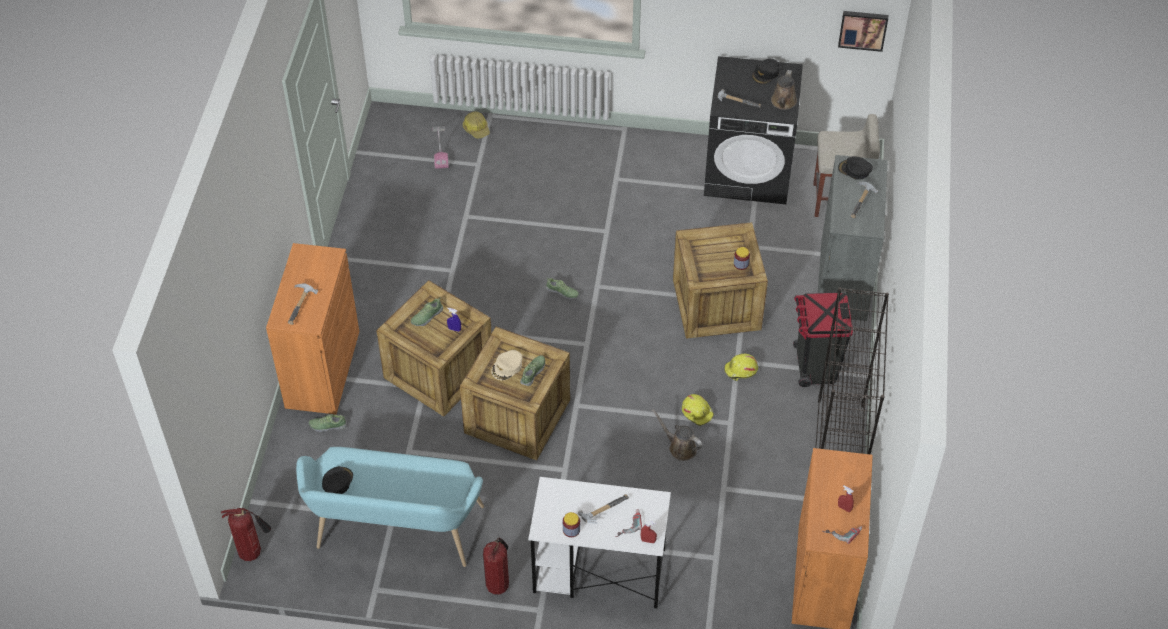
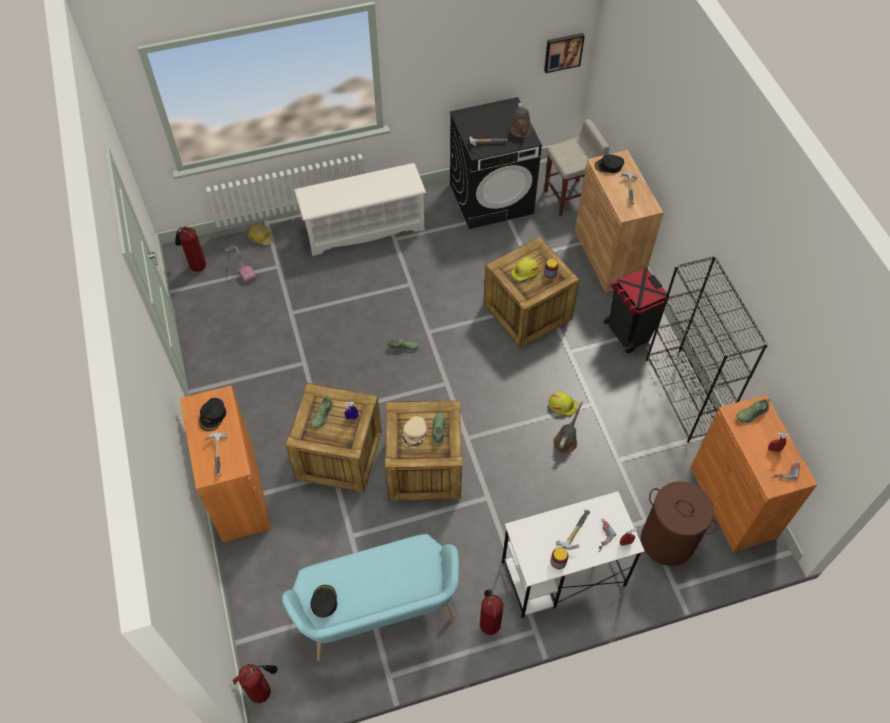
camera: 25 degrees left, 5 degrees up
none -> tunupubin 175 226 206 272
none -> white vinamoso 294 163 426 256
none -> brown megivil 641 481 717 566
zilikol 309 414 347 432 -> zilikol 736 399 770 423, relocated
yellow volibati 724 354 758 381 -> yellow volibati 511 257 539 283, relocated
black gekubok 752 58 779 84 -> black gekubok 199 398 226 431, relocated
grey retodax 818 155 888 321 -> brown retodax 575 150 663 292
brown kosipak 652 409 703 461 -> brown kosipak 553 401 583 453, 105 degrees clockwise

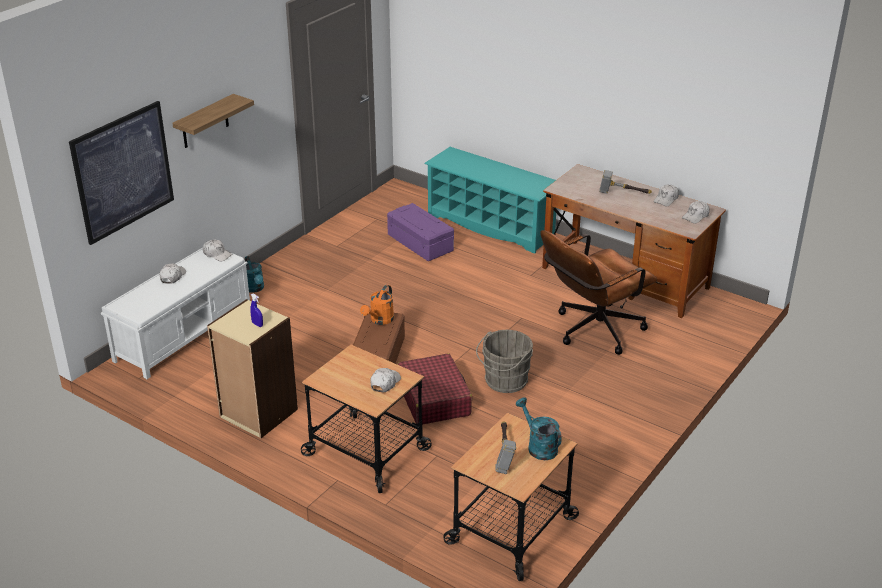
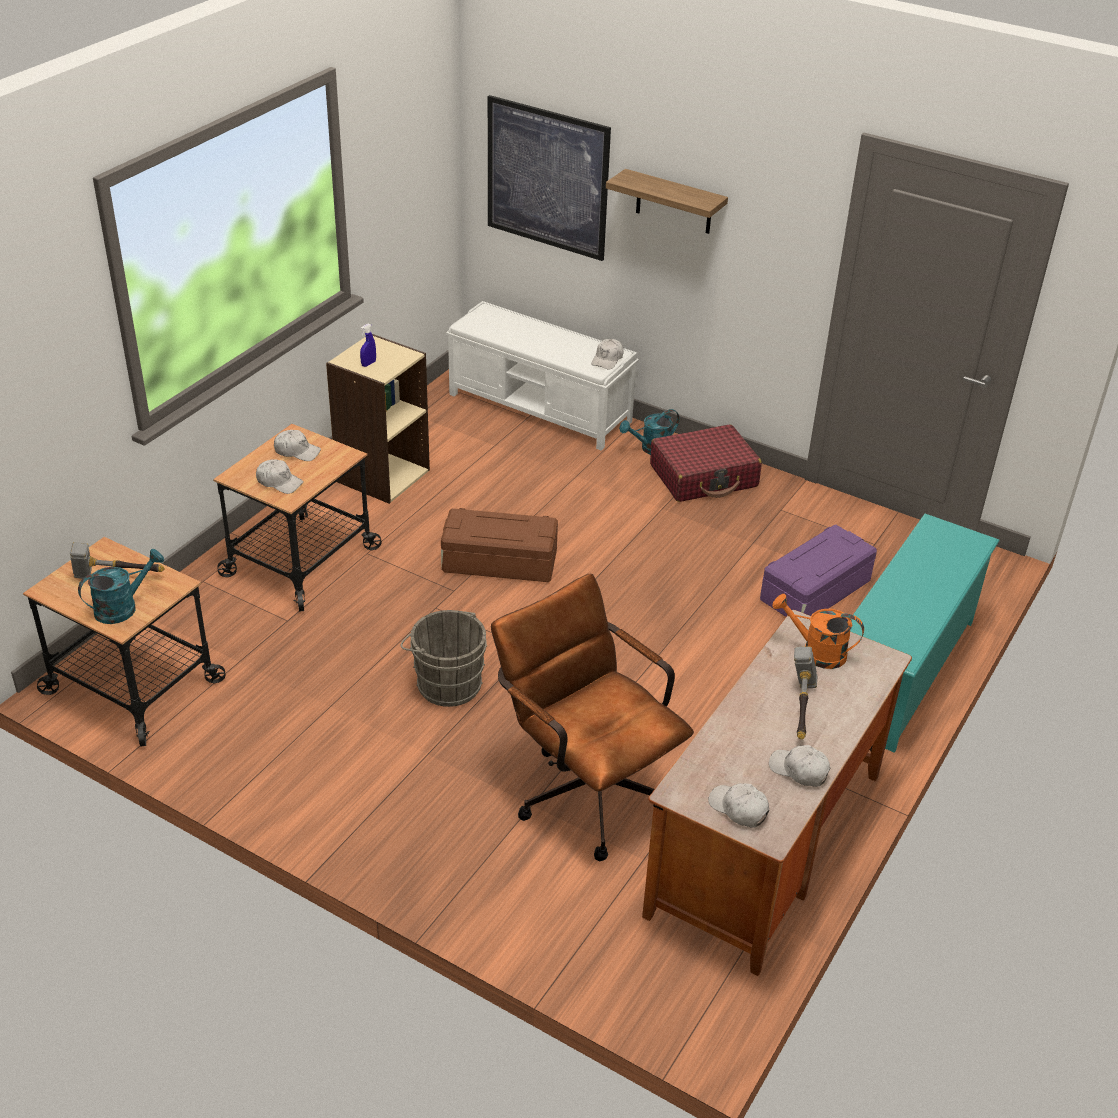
camera: 85 degrees right, 5 degrees up
white gekubok 160 263 186 284 -> white gekubok 274 430 321 461, relocated
orange kosipak 360 285 394 325 -> orange kosipak 772 594 864 669, relocated
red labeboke 397 353 472 425 -> red labeboke 650 424 762 502, relocated

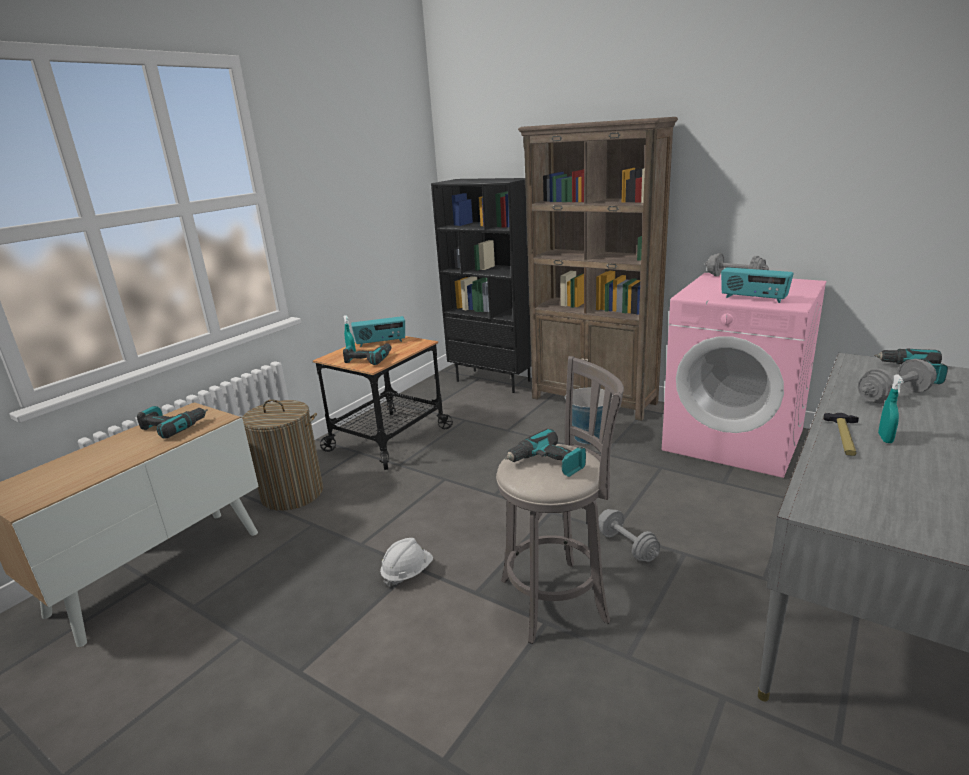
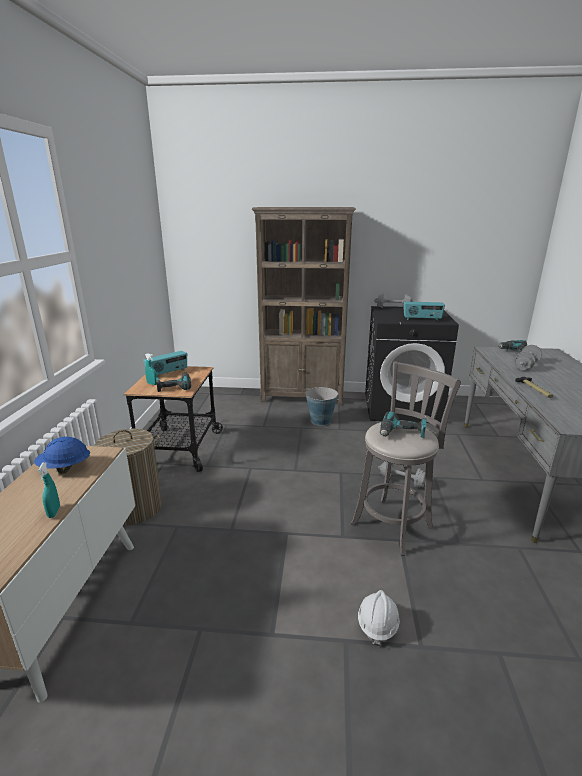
camera: 30 degrees left, 0 degrees up
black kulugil 431 178 532 393 -> none
white volibati 380 538 433 587 -> white volibati 358 590 400 646, relocated
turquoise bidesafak 878 374 904 443 -> turquoise bidesafak 38 462 60 518, relocated
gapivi 137 406 208 438 -> blue volibati 34 437 90 474
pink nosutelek 662 273 826 478 -> black nosutelek 365 306 459 423

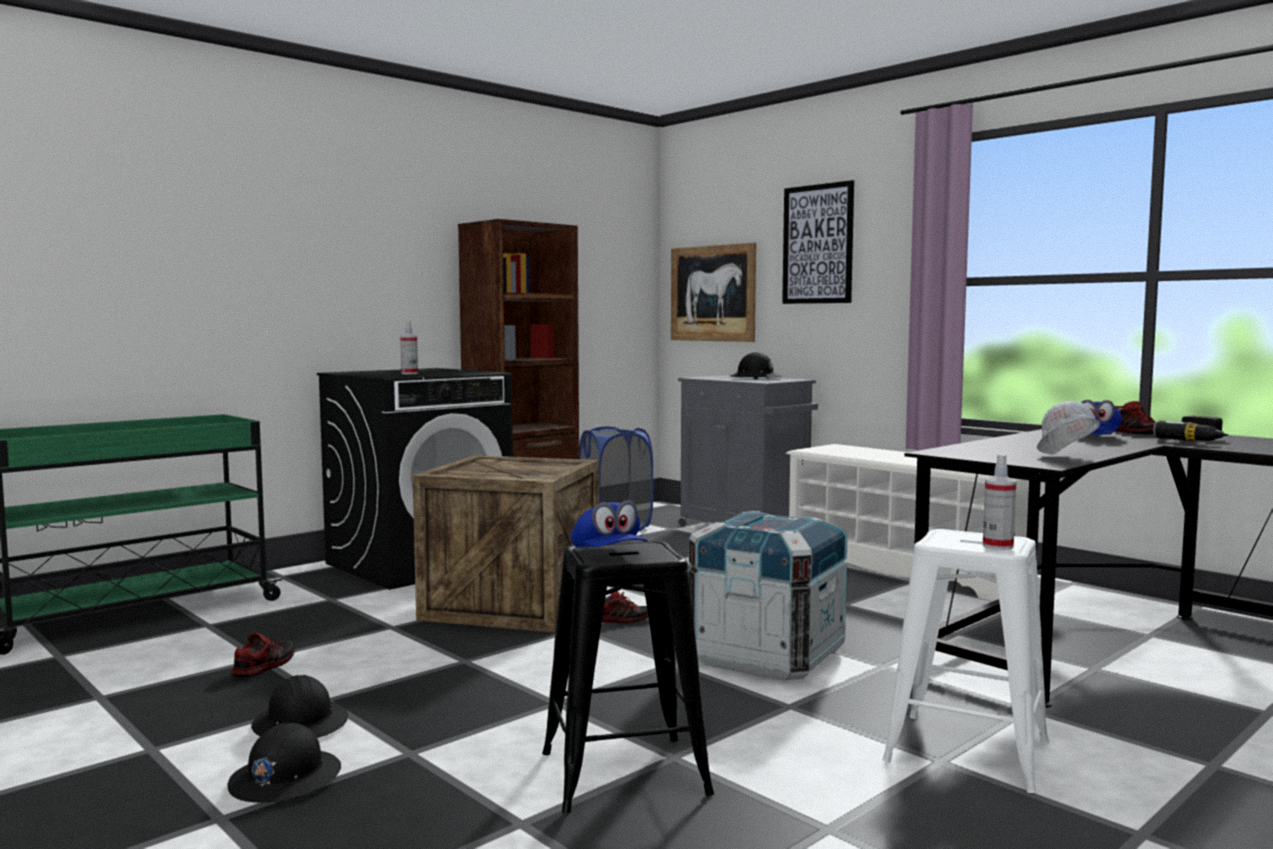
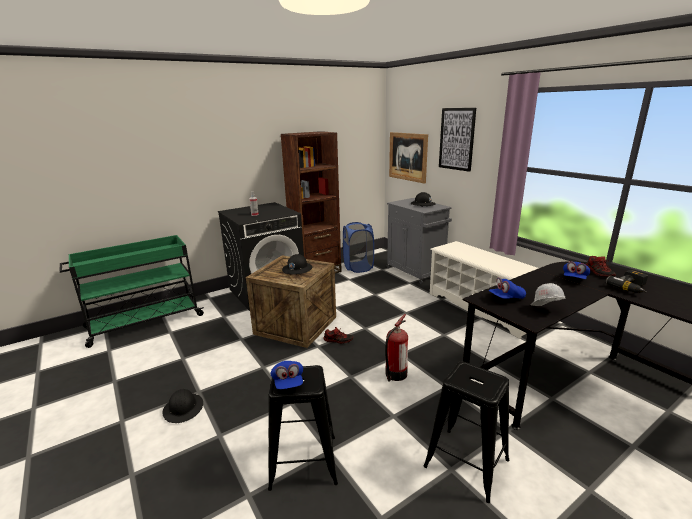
camera: 10 degrees right, 15 degrees up
zilikol 231 633 295 677 -> none
bidesafak 983 455 1016 550 -> none
none -> blue gekubok 489 277 526 299
black volibati 228 723 341 803 -> black volibati 282 254 312 275, relocated
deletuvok 689 511 848 680 -> tunupubin 385 314 408 381
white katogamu 882 529 1049 793 -> black katogamu 424 361 510 503

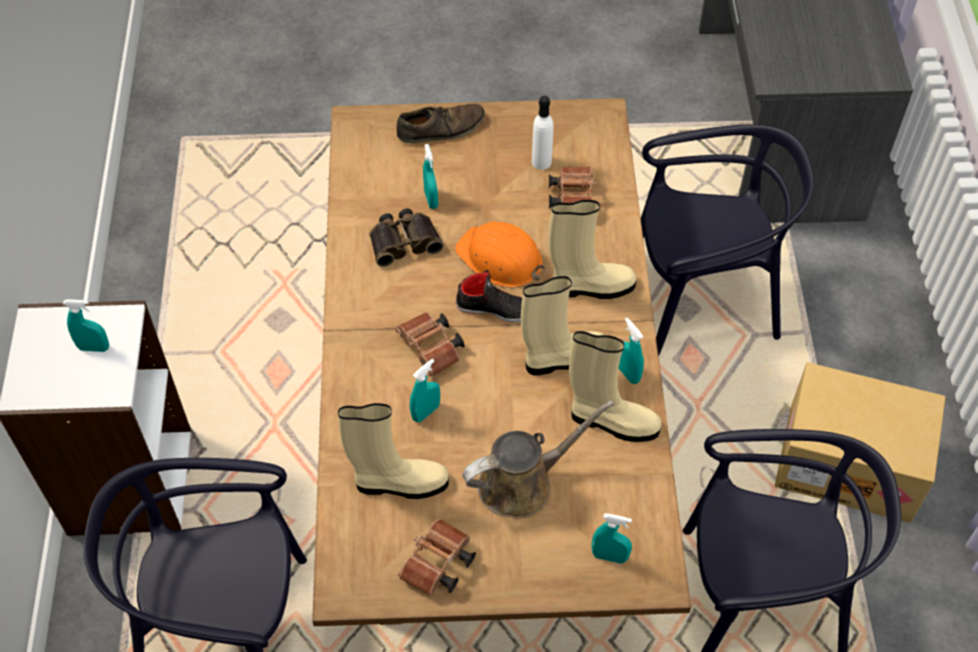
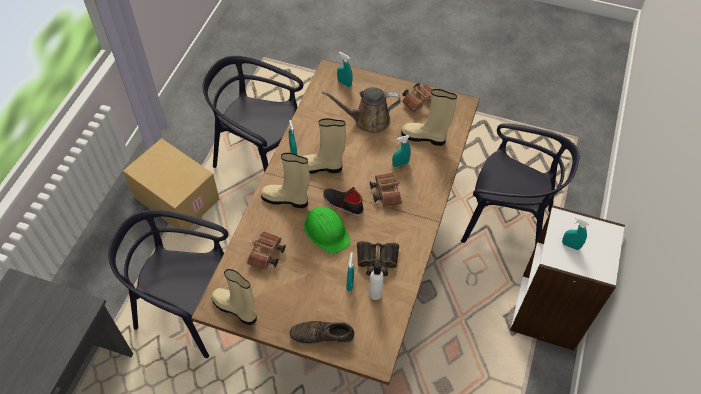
camera: 160 degrees left, 0 degrees up
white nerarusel 532 96 554 170 -> white nerarusel 369 262 384 300, relocated
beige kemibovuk 569 331 661 442 -> beige kemibovuk 211 269 257 325, relocated
orange volibati 455 222 545 288 -> green volibati 304 207 351 254

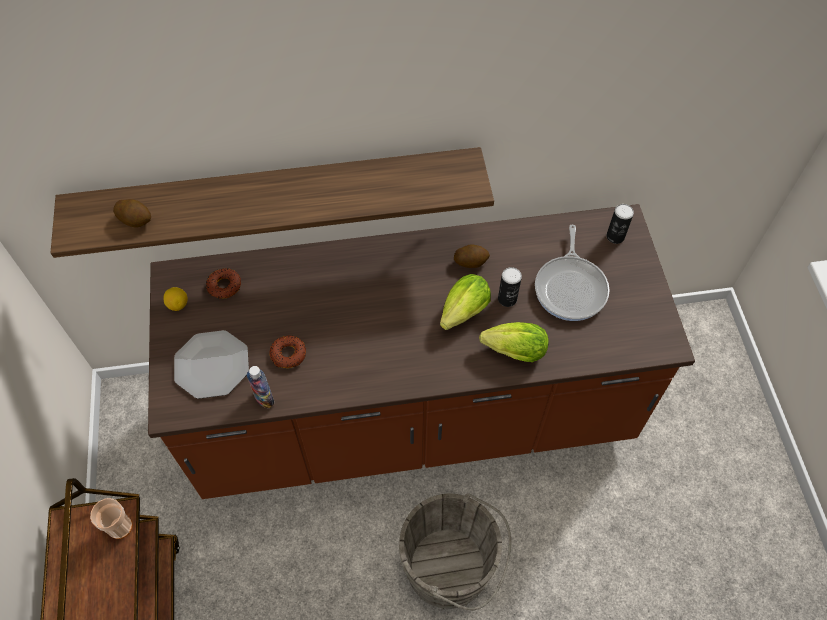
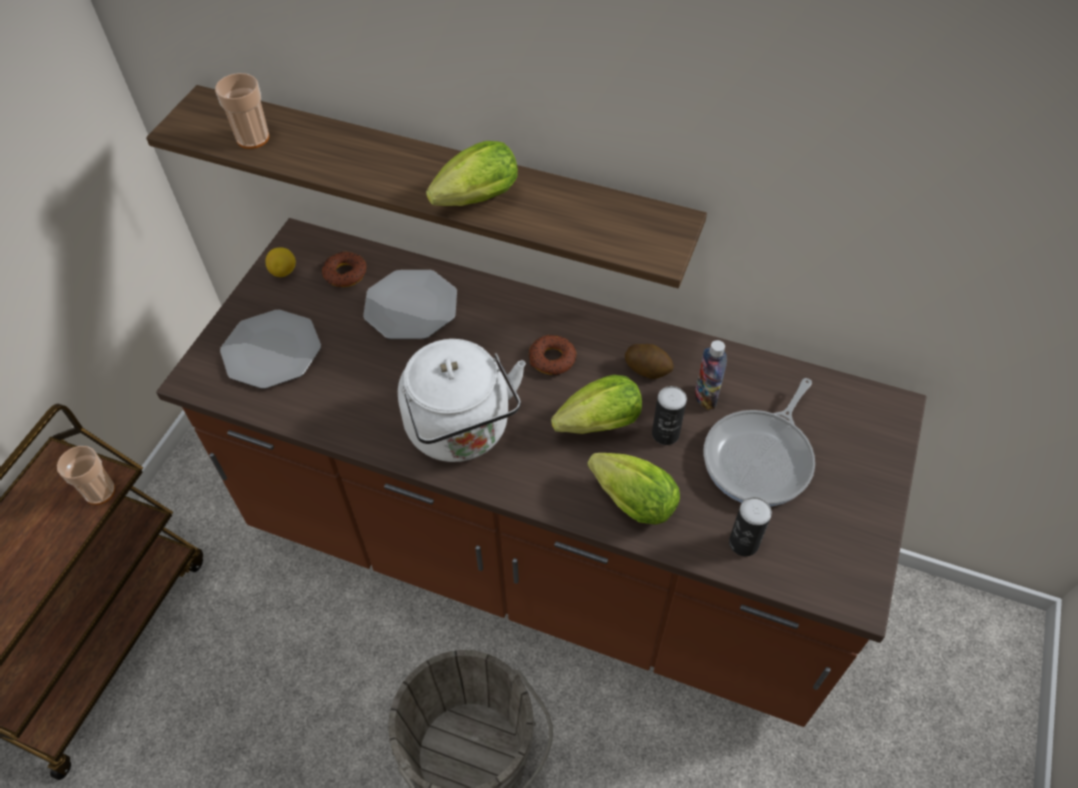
camera: 30 degrees right, 5 degrees down
none -> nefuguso 363 270 457 339
none -> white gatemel 398 339 526 462
none -> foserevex 426 141 518 206
nerarusel 247 366 274 408 -> nerarusel 695 340 727 410, relocated
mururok 269 336 306 368 -> mururok 529 335 577 375, relocated
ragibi 607 204 634 244 -> ragibi 729 497 772 556, relocated
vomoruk 113 199 151 228 -> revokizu 215 73 269 149

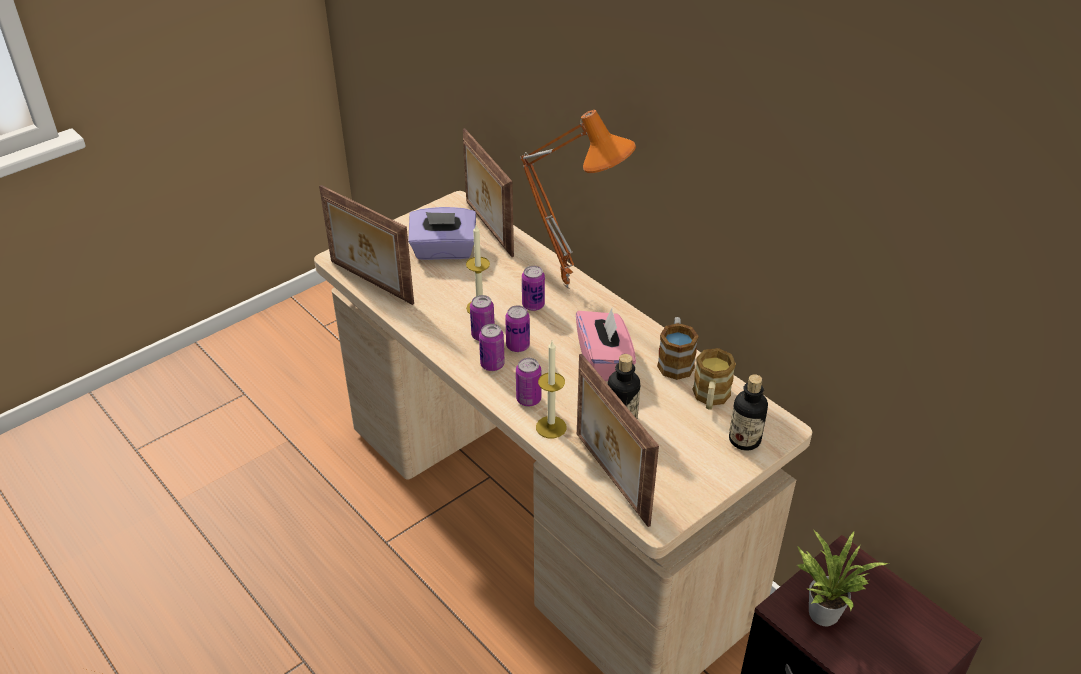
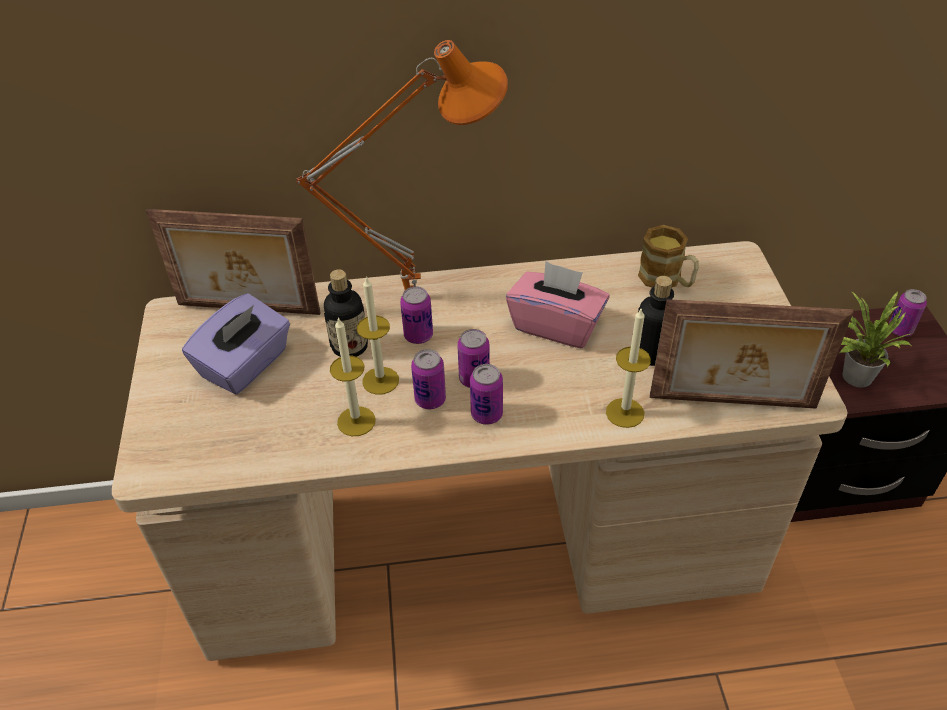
camera: 55 degrees left, 5 degrees up
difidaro 319 185 414 305 -> none
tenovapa 657 317 699 380 -> none
none -> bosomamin 330 317 376 436
ragibi 516 358 541 407 -> ragibi 889 289 927 337, relocated
nerarusel 729 374 768 450 -> nerarusel 324 269 368 357, relocated

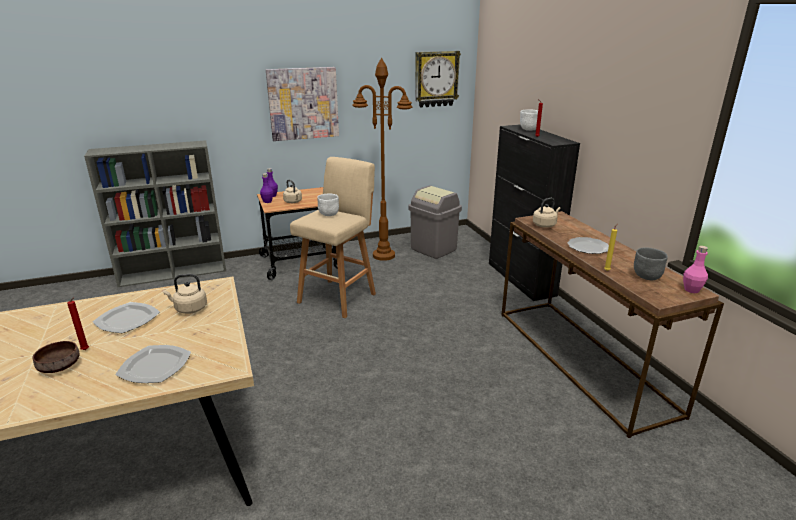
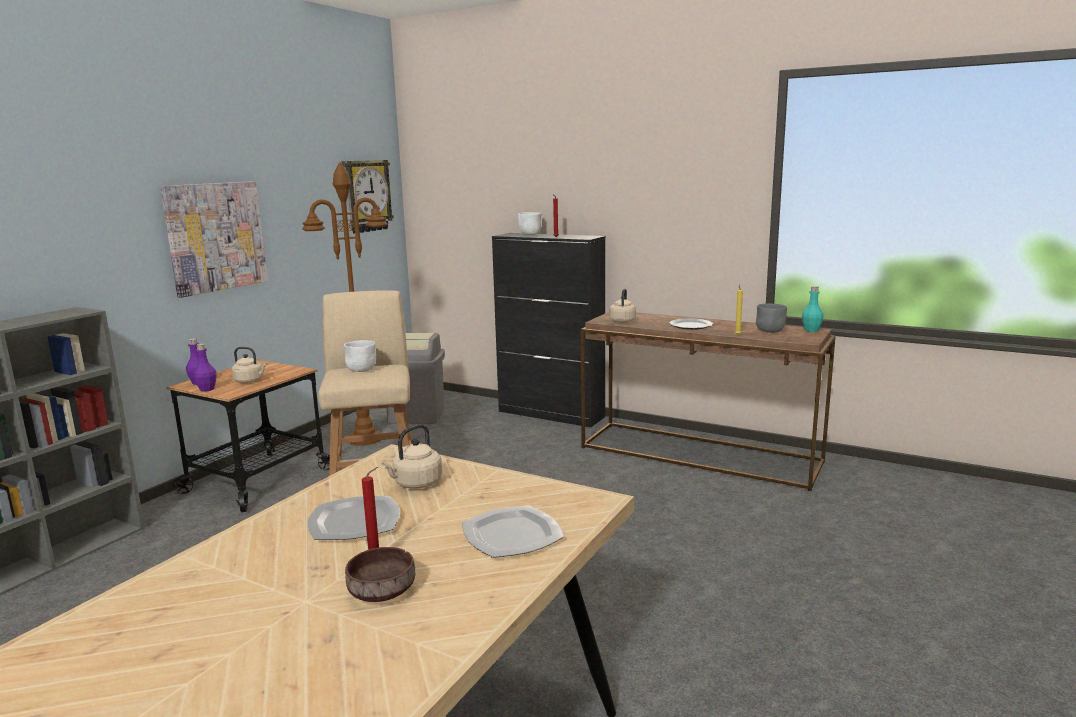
camera: 40 degrees left, 10 degrees down
pink nerarusel 683 246 708 293 -> turquoise nerarusel 802 286 824 332

